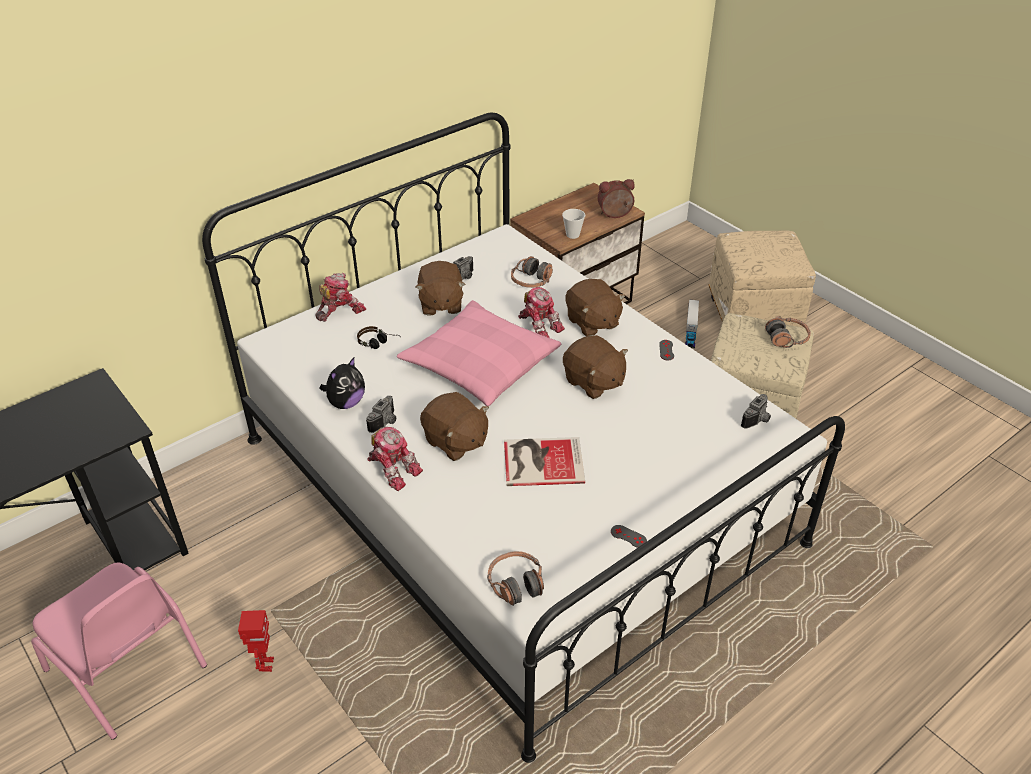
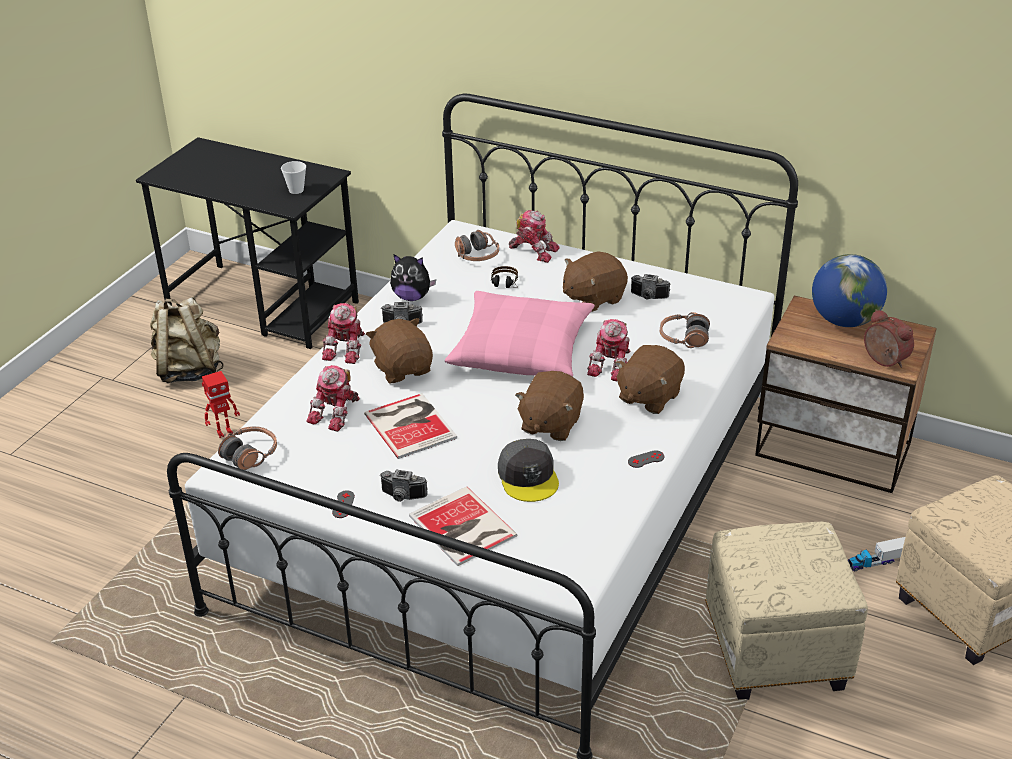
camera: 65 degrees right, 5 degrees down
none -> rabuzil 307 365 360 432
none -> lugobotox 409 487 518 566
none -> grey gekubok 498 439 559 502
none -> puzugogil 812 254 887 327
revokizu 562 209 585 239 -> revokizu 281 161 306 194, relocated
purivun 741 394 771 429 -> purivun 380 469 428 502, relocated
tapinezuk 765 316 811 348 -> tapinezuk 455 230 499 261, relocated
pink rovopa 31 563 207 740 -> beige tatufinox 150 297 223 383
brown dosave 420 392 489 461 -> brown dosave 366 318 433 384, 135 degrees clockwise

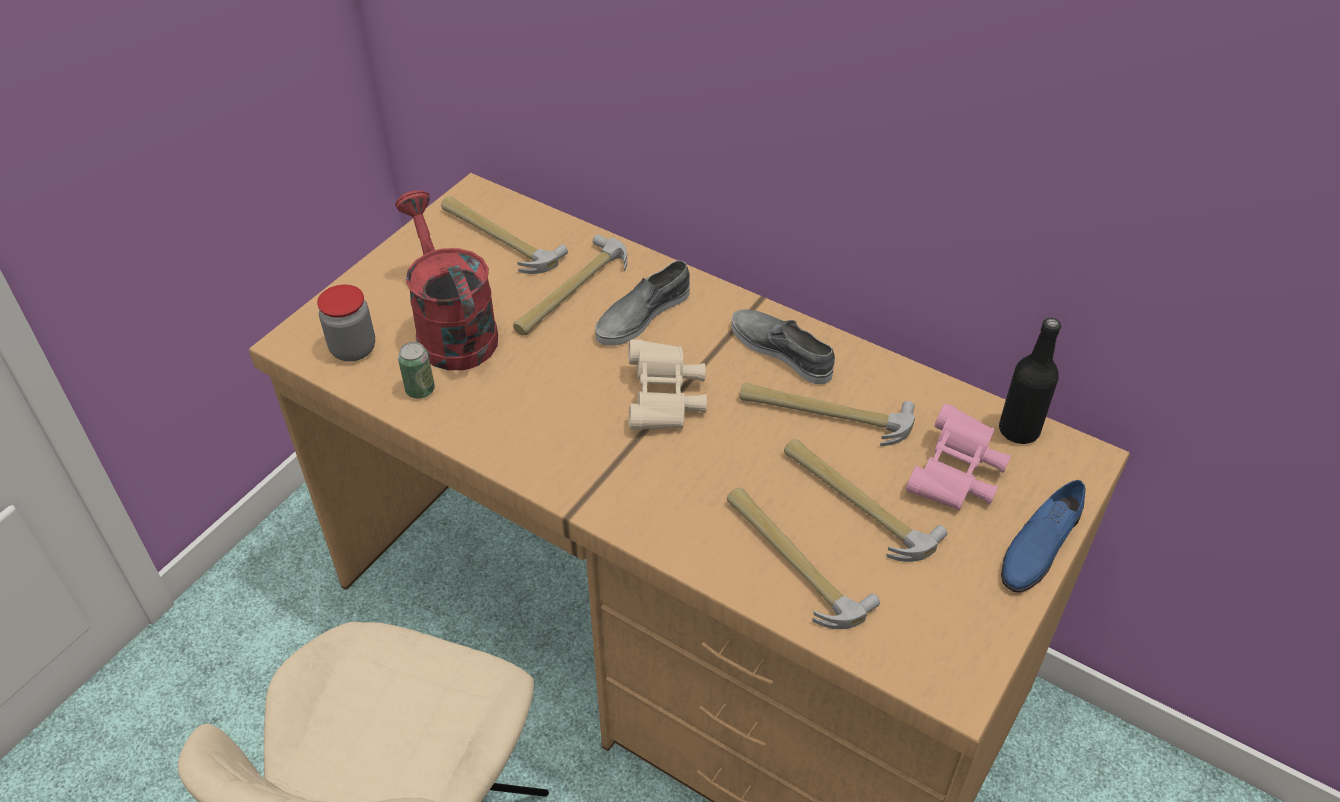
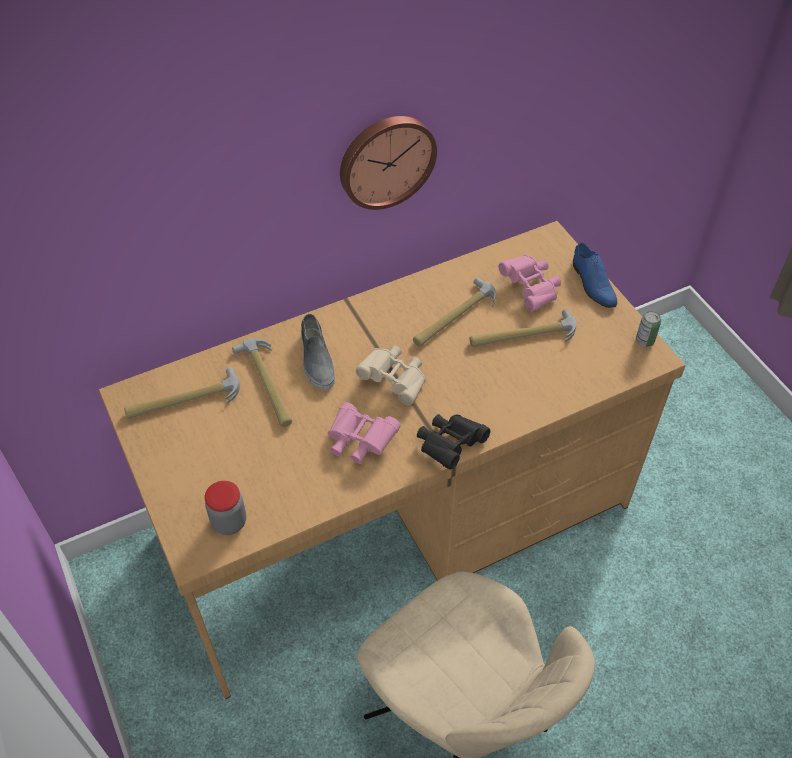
camera: 60 degrees left, 5 degrees up
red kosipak 395 190 498 370 -> none
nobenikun 727 488 880 629 -> none
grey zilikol 731 309 835 384 -> none
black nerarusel 999 318 1061 444 -> none
none -> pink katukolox 328 402 401 464
none -> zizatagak 340 116 437 210
none -> black katukolox 417 414 490 469
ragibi 398 342 435 399 -> ragibi 636 311 661 347, relocated

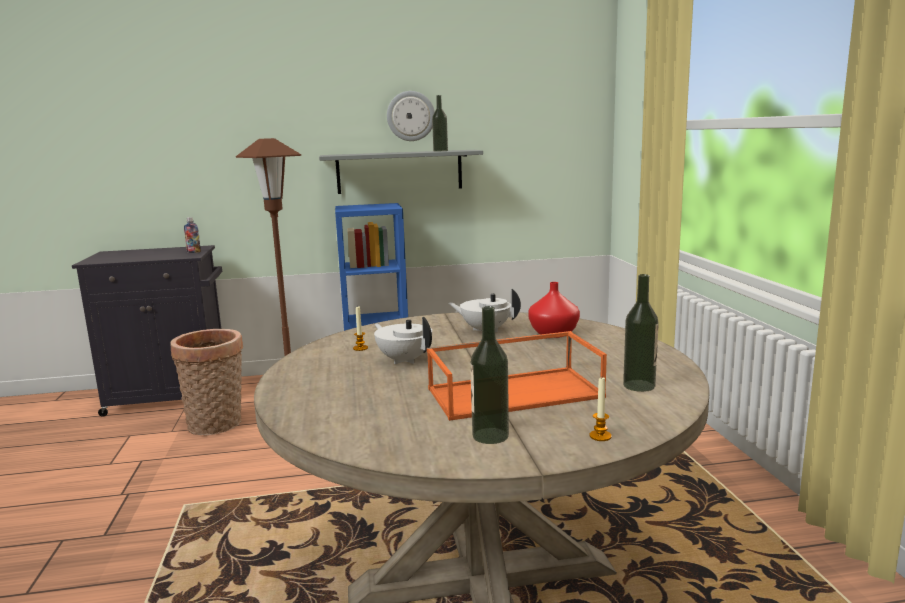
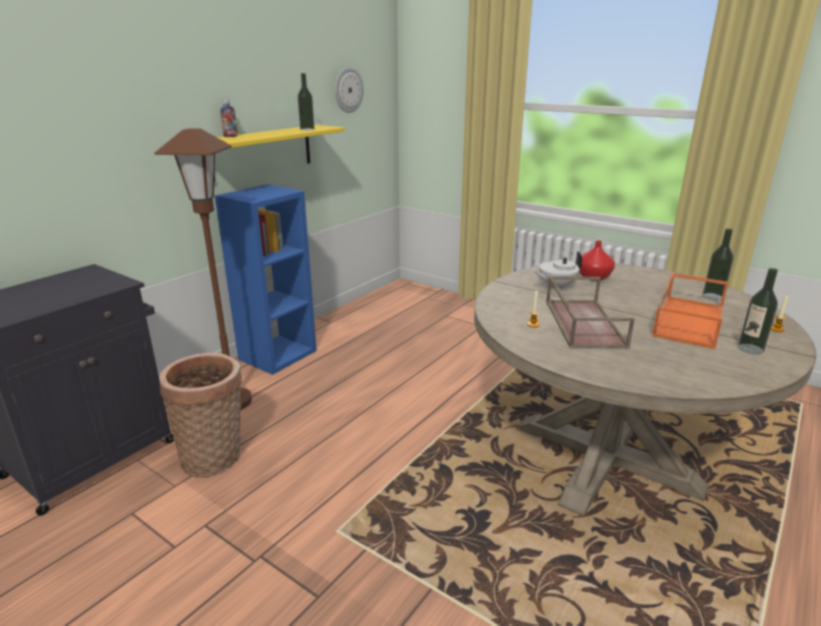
camera: 45 degrees left, 10 degrees up
nerarusel 184 217 201 253 -> nerarusel 220 99 238 137, relocated
zizatagak 387 91 435 141 -> zizatagak 335 67 364 113, relocated
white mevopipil 374 317 432 364 -> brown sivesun 546 276 635 349
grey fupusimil 319 150 483 194 -> yellow fupusimil 214 125 345 182

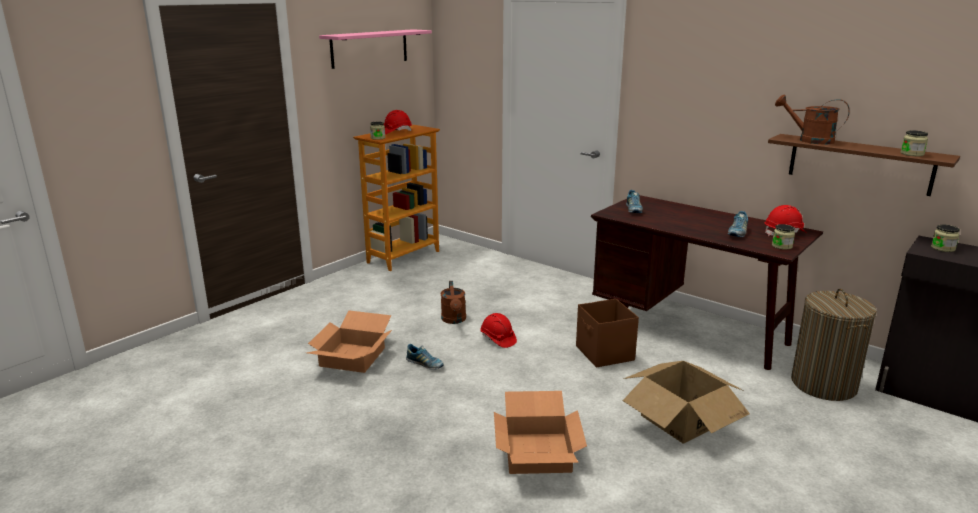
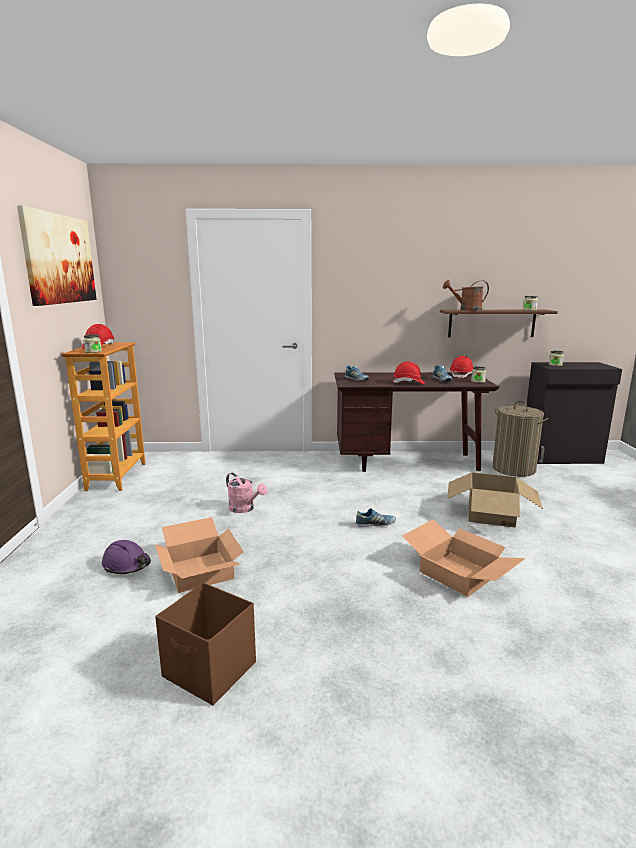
camera: 40 degrees left, 5 degrees down
none -> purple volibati 102 540 151 574
zilikol 406 344 444 370 -> zilikol 355 508 396 527, relocated
red volibati 480 313 517 348 -> red volibati 392 361 425 384, relocated
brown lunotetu 576 299 639 367 -> brown lunotetu 155 582 256 705, relocated
pink fupusimil 319 29 432 69 -> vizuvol 17 205 96 306
brown kosipak 441 281 466 324 -> pink kosipak 226 473 267 513

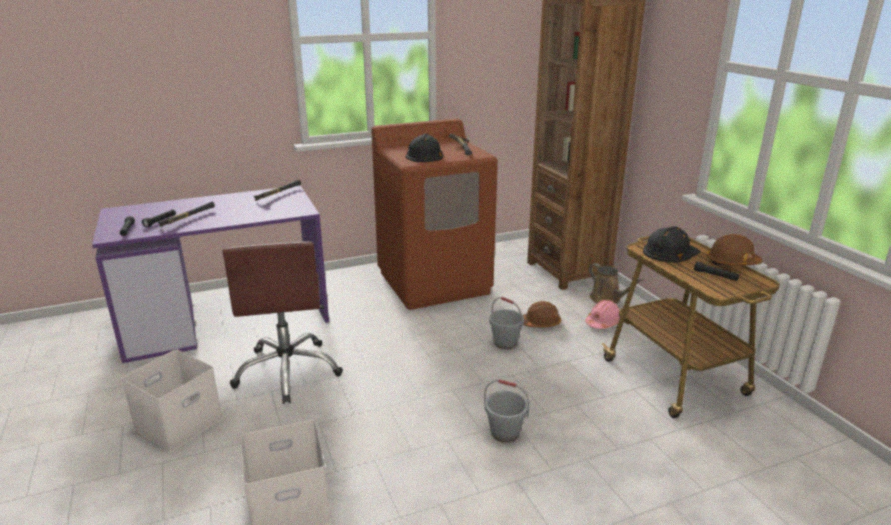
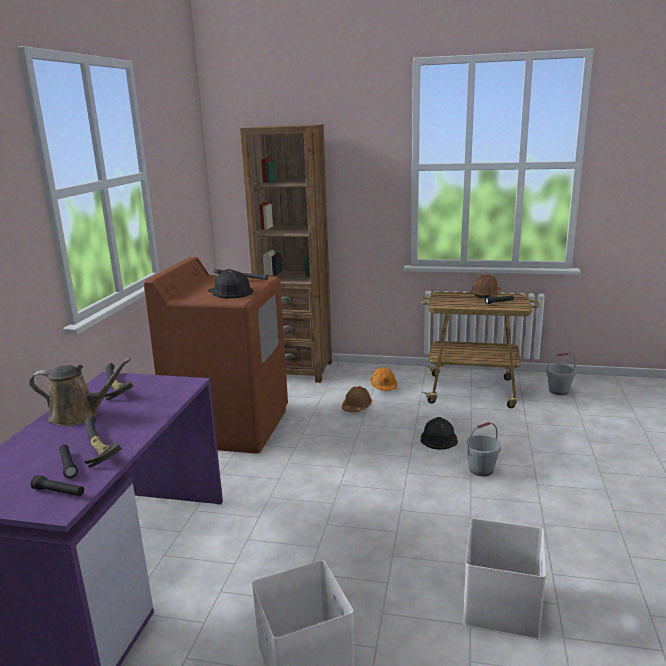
camera: 55 degrees left, 5 degrees down
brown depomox 222 241 343 404 -> none
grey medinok 489 297 524 349 -> grey medinok 546 353 576 395, relocated
brown kosipak 588 263 645 304 -> brown kosipak 29 358 131 426, relocated
black volibati 643 226 700 263 -> black volibati 420 417 458 450, relocated
pink volibati 585 300 620 329 -> orange volibati 370 367 397 391

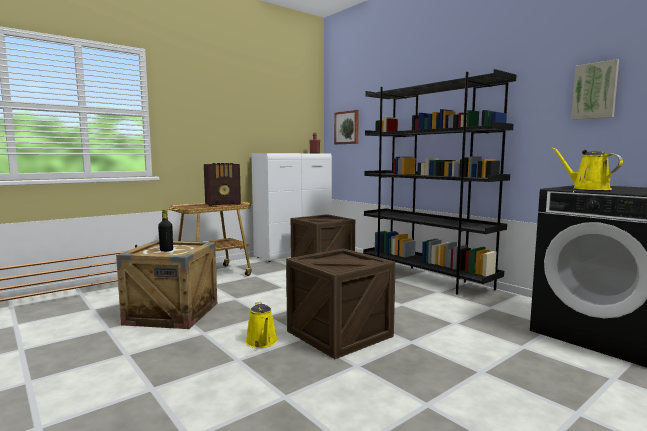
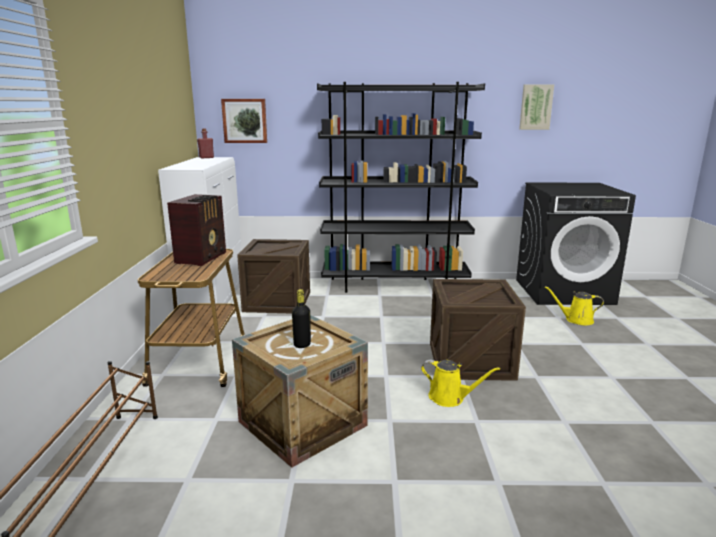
camera: 50 degrees left, 10 degrees up
yellow kosipak 551 147 623 190 -> yellow kosipak 545 286 604 325, relocated

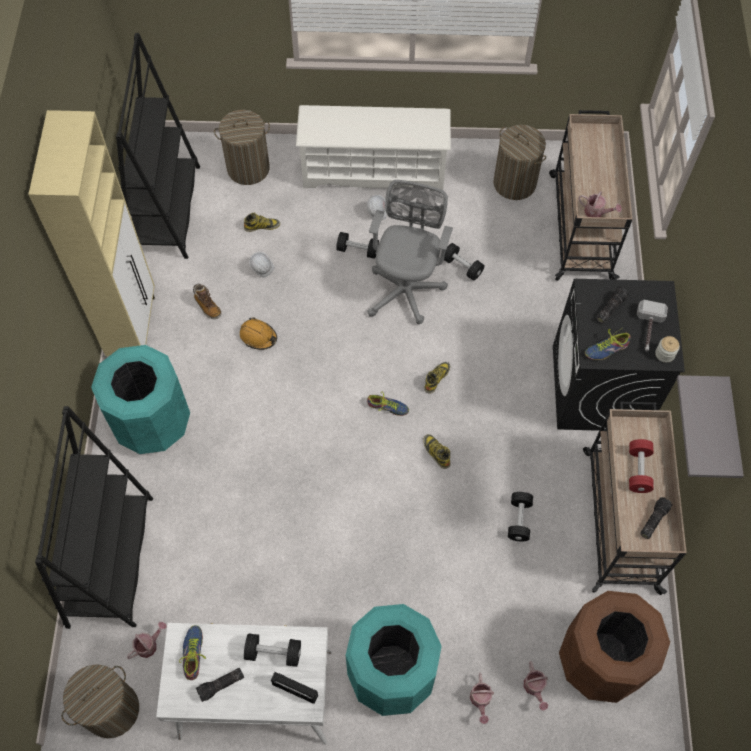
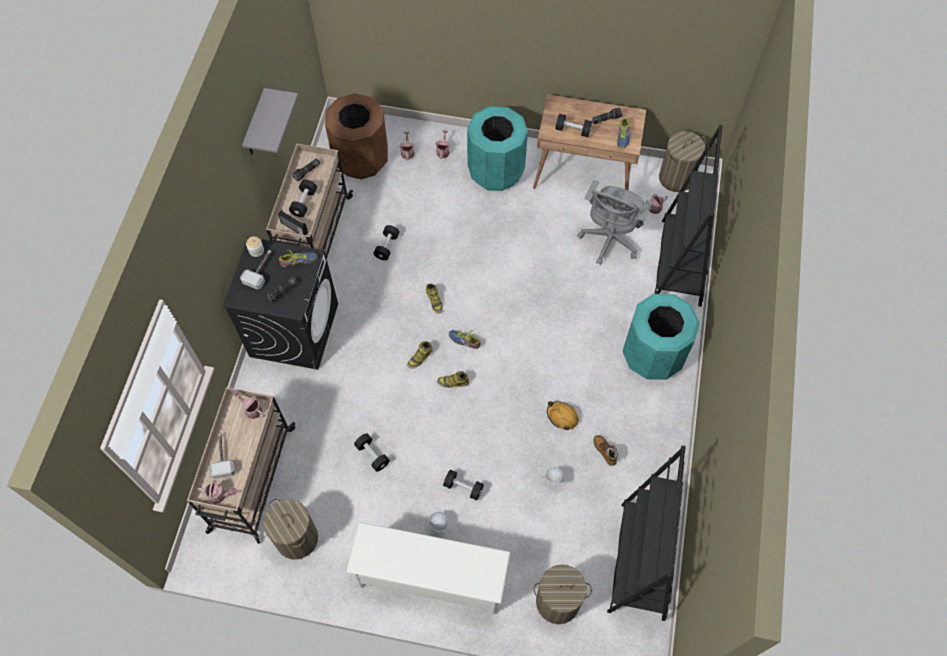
camera: 170 degrees left, 0 degrees up
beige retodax 28 110 155 356 -> none
none -> kosipak 197 481 237 504
none -> nobenikun 209 433 236 479
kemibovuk 244 212 280 232 -> kemibovuk 437 371 470 388, relocated
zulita 271 672 318 704 -> zulita 278 210 308 235, relocated
grey depomox 367 180 453 324 -> grey depomox 577 180 652 265, relocated
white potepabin 156 623 331 745 -> brown potepabin 533 95 646 190
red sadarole 629 439 654 493 -> black sadarole 289 179 317 217

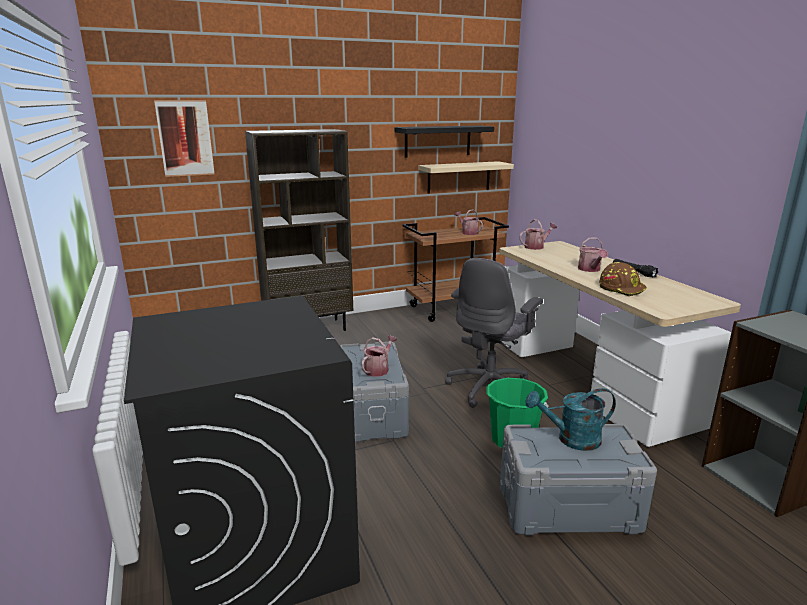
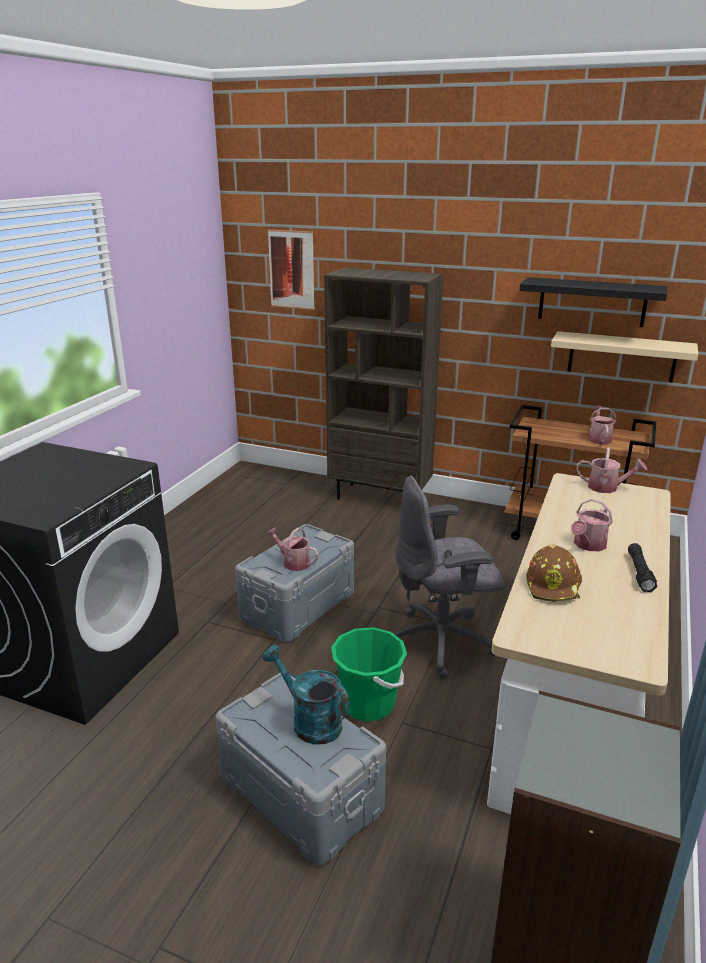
camera: 45 degrees right, 5 degrees up
kosipak 361 335 397 377 -> kosipak 266 527 319 571, 135 degrees counterclockwise

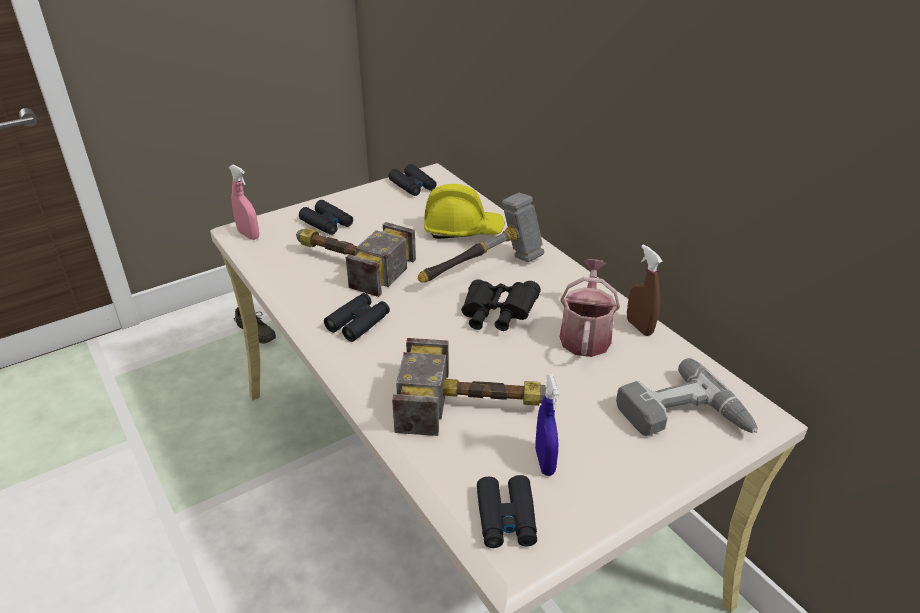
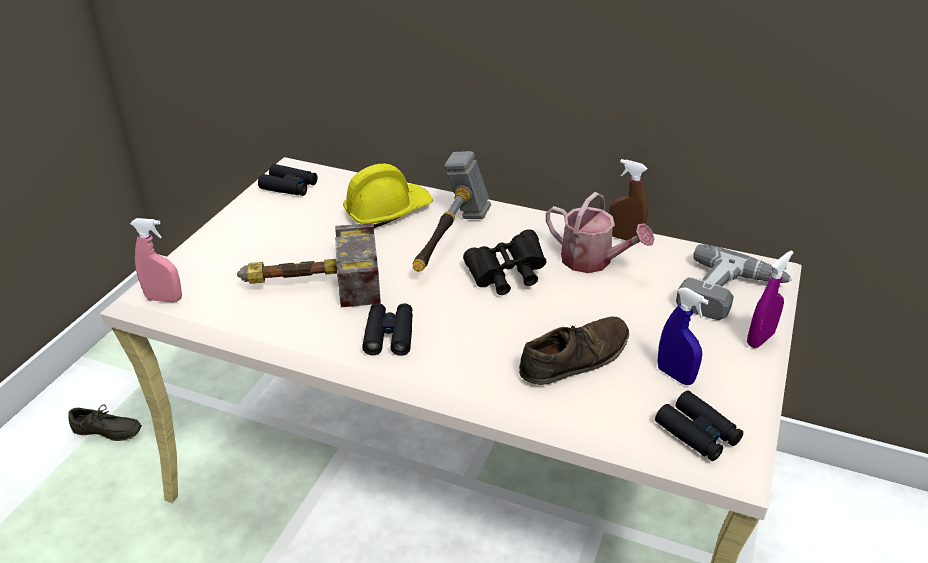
camera: 35 degrees left, 0 degrees up
black katukolox 299 200 353 235 -> none
none -> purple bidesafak 747 250 794 348
nobenikun 392 338 547 436 -> brown zilikol 519 316 629 385
kosipak 560 259 620 357 -> kosipak 546 192 654 273, 150 degrees clockwise

